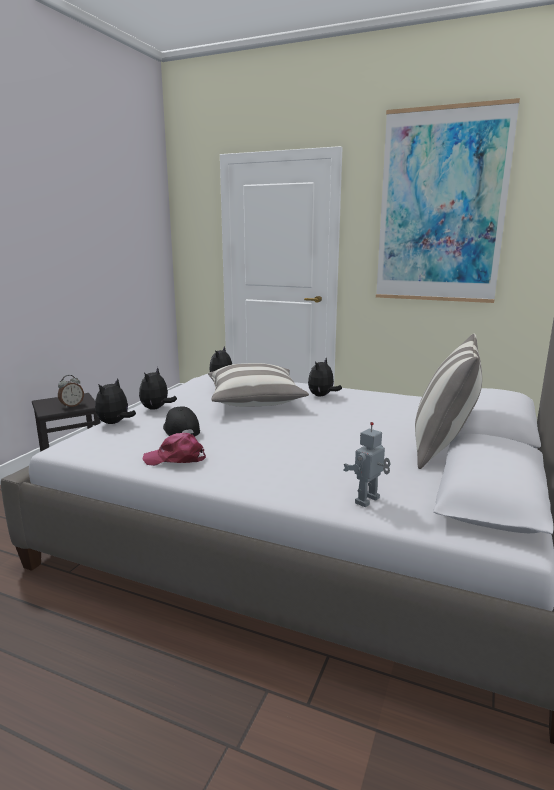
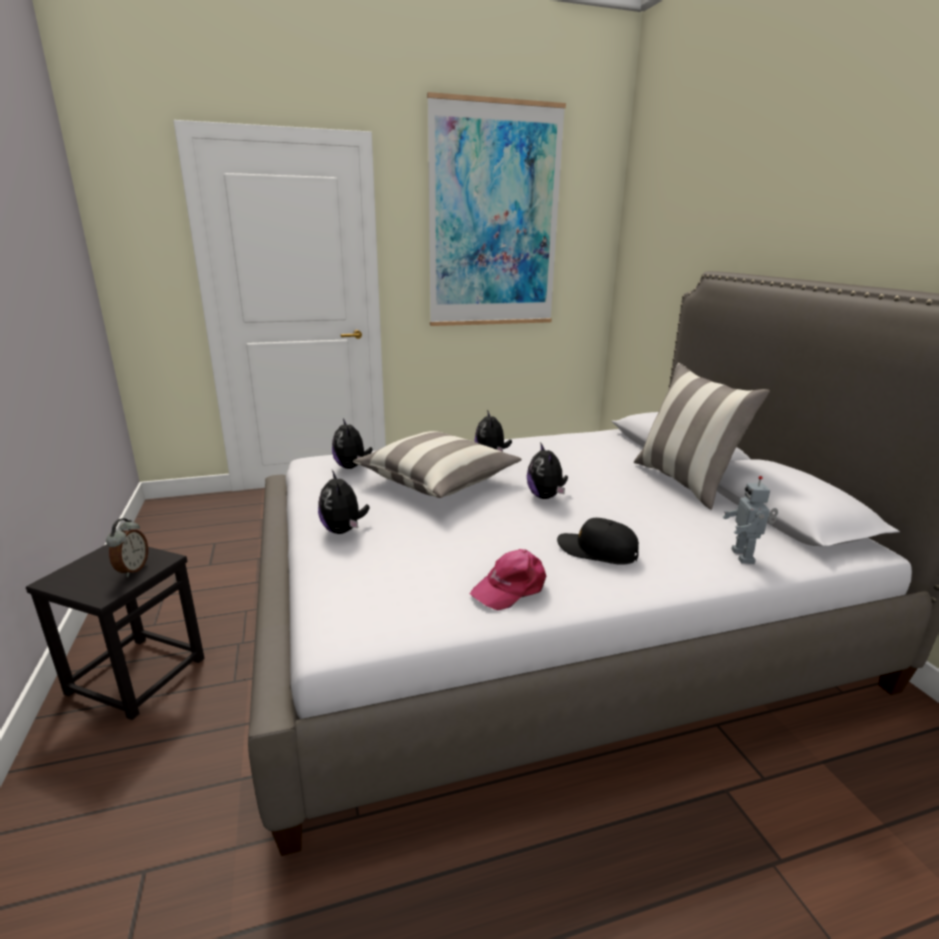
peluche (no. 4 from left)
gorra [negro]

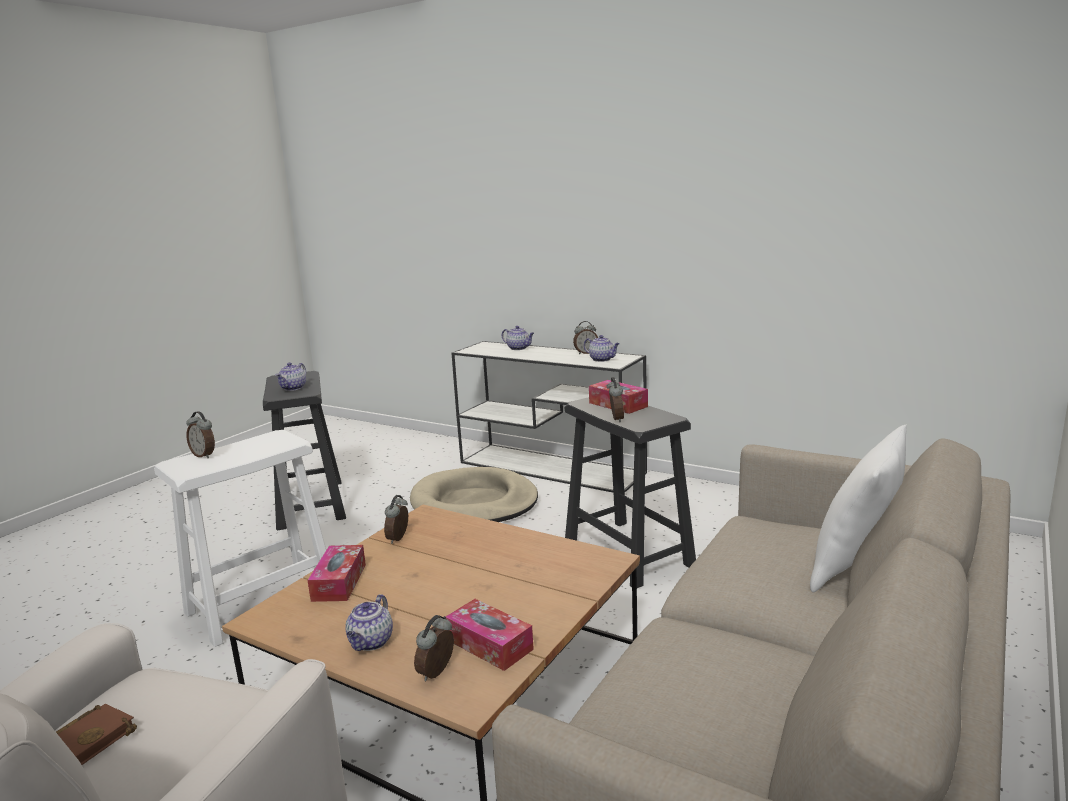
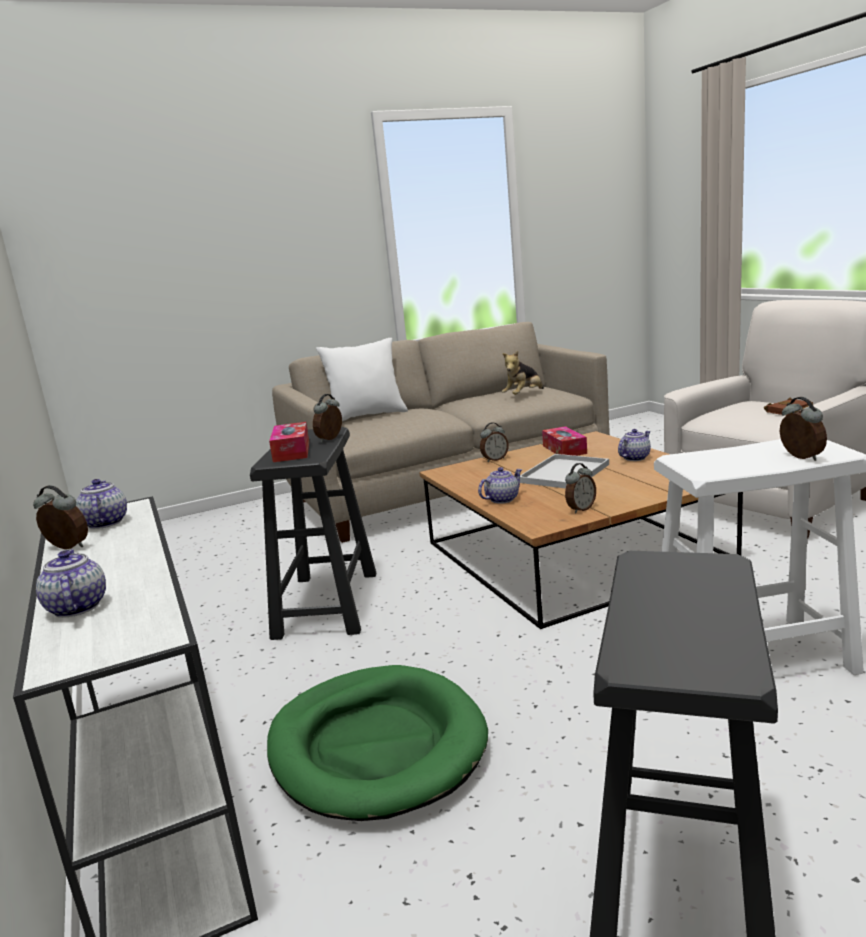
tetera (no. 3 from left)
cama para perro [verde]
caja de pañuelos (no. 1 from left in the first image)
despertador (no. 3 from left)
peluche
bandeja [blanco]

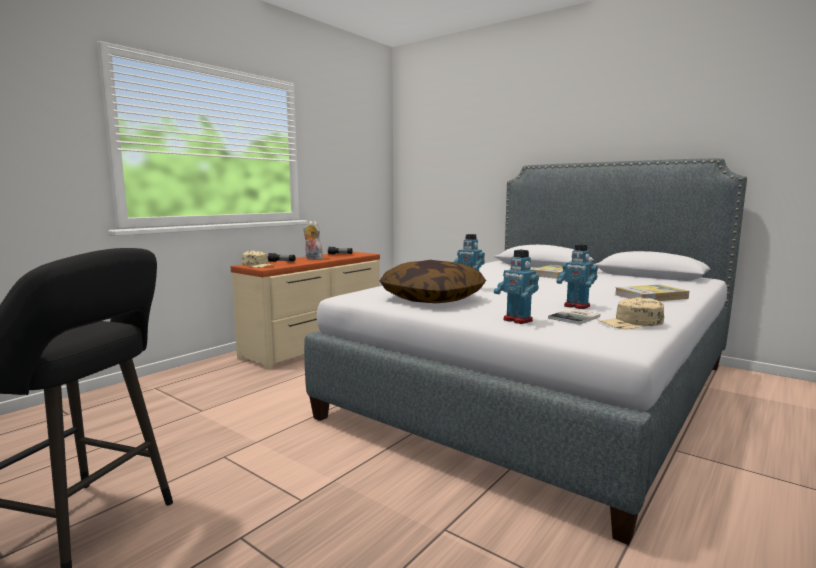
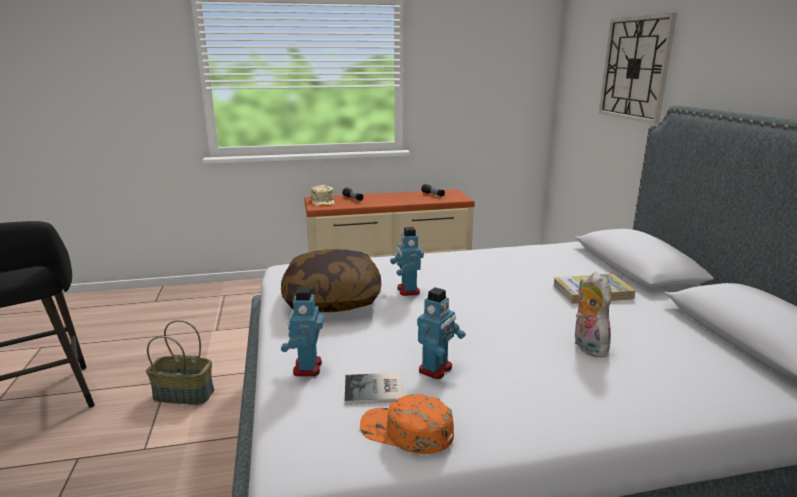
peluche
robot de juguete (no. 3 from left)
libro (no. 3 from left in the first image)
gorra [naranja]
reloj de pared
cesta

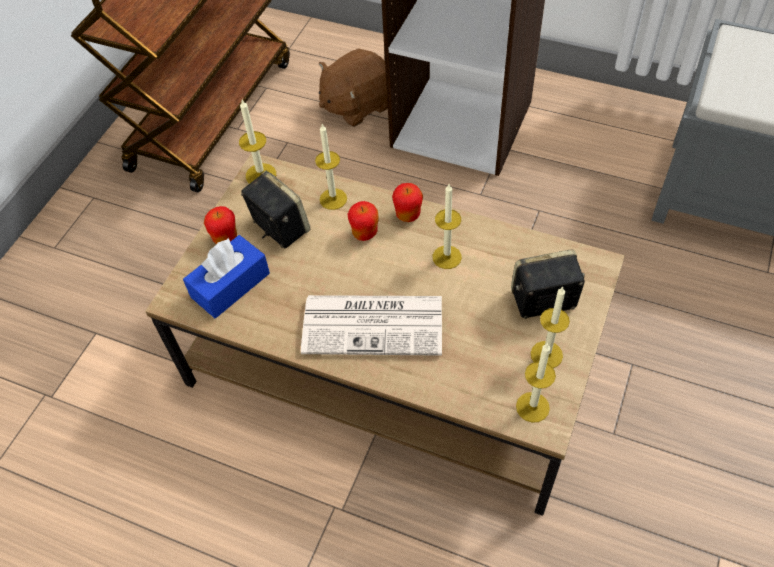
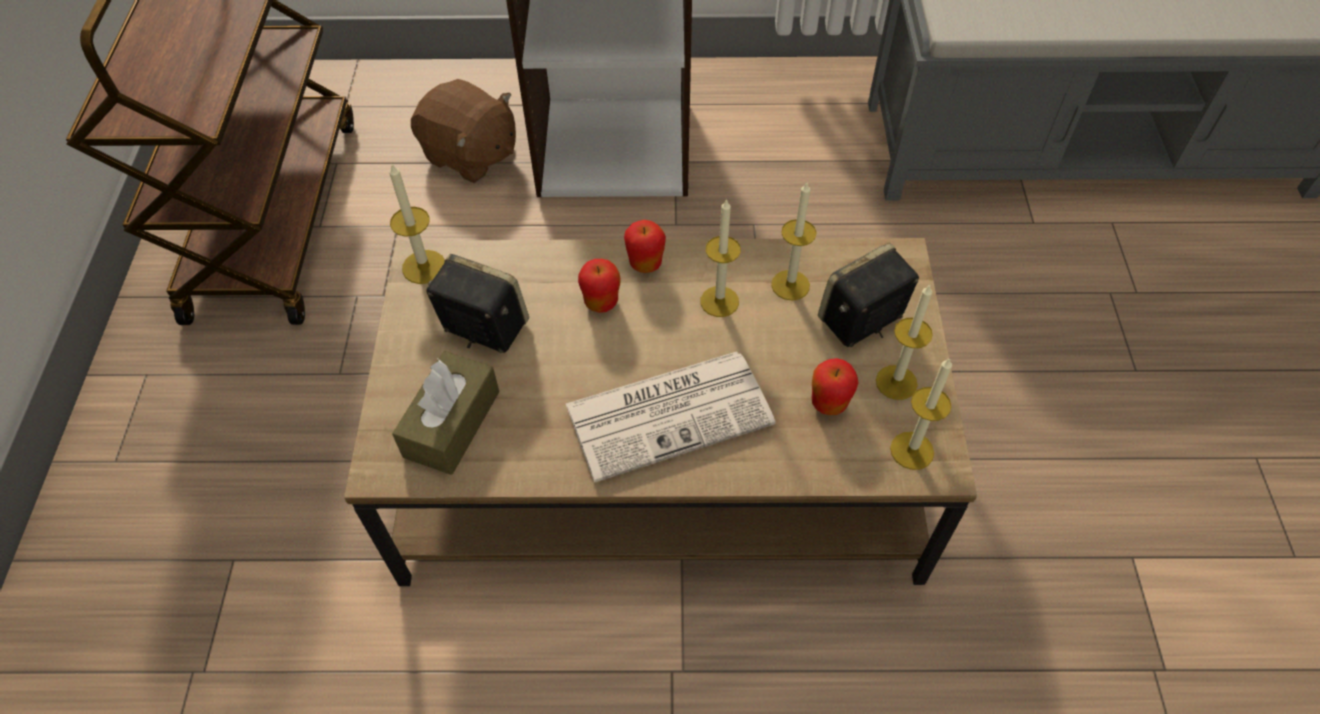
peluche [marrón]
vela (no. 3 from left)
manzana (no. 3 from left)
caja de pañuelos [marrón]

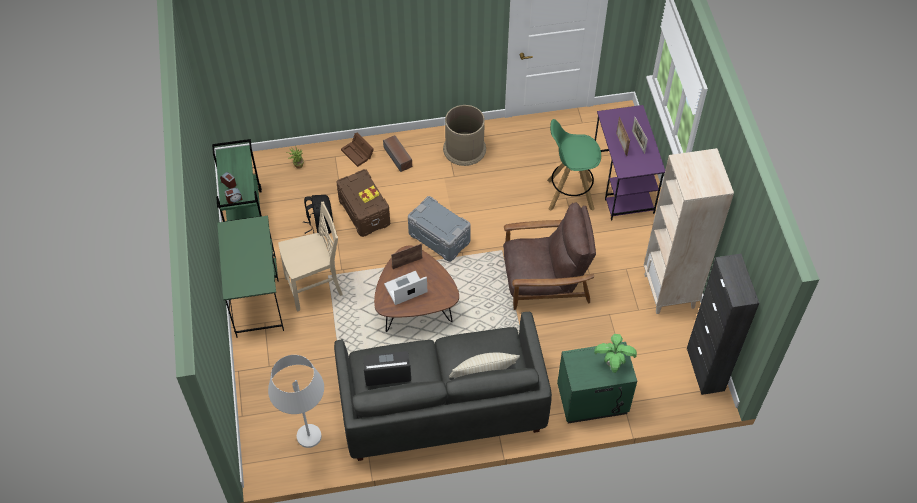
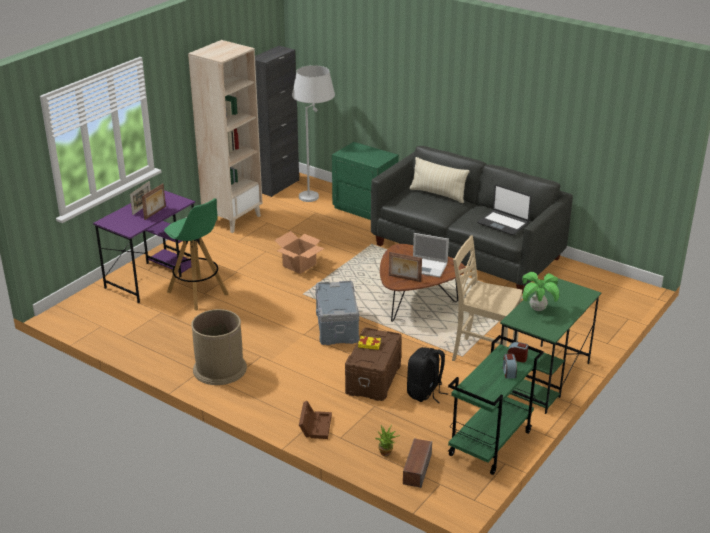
altavoz
caja de cartón
planta en maceta (no. 2 from left)
lámpara de pie [blanco]

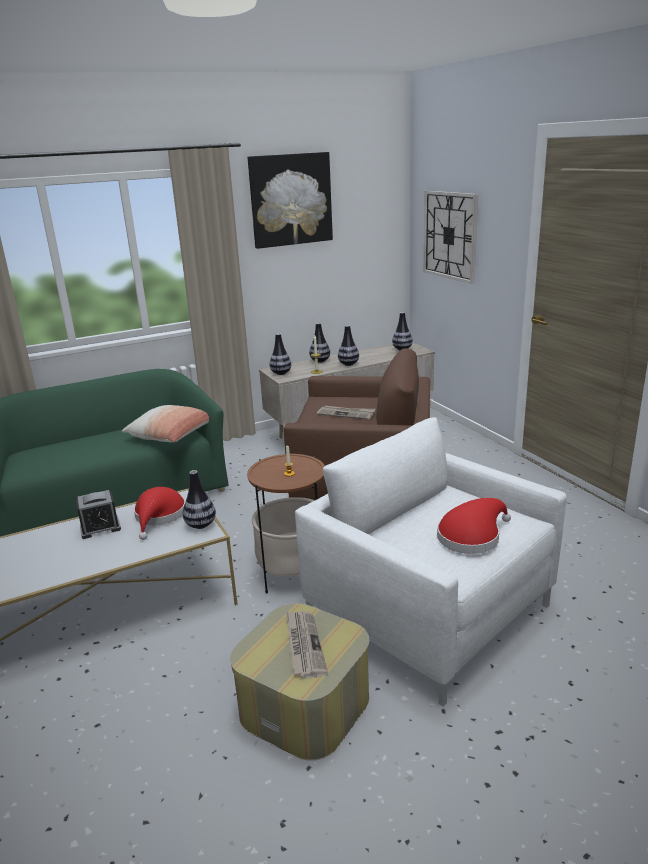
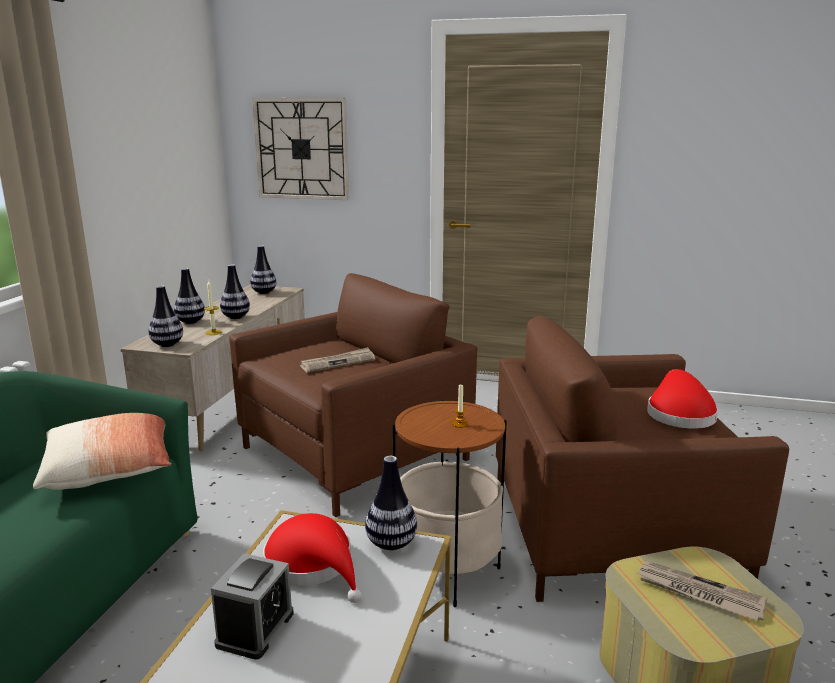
cuadro
sillón [marrón] (no. 2 from left)

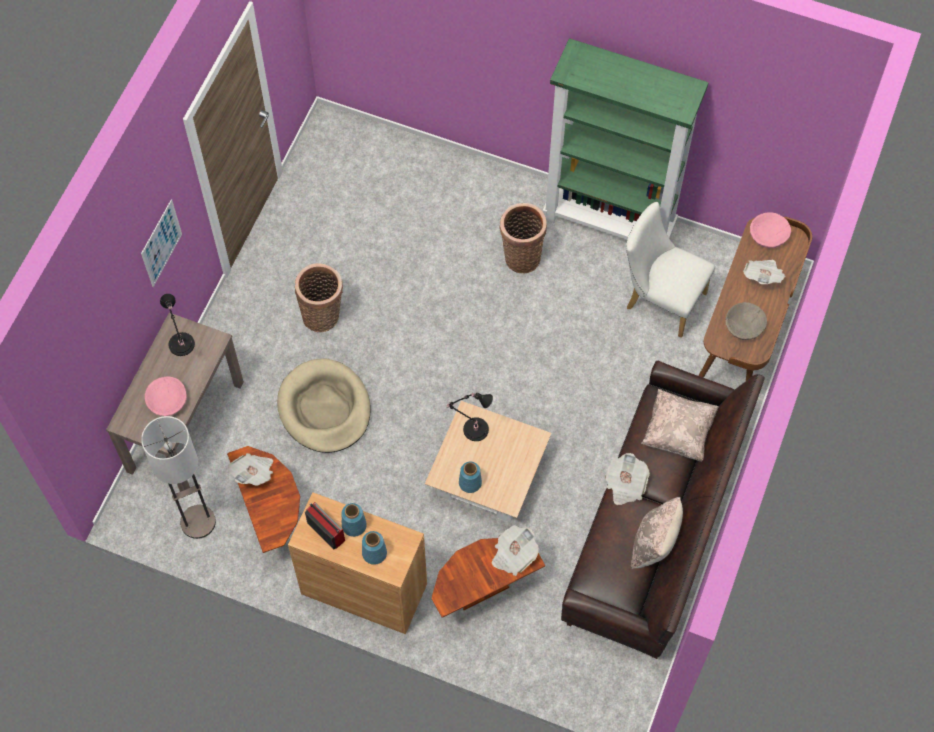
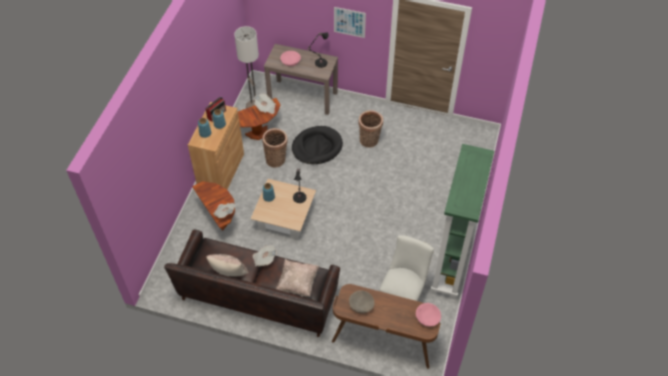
cesta (no. 1 from left)
periódico (no. 4 from left in the first image)
cama para perro [negro]

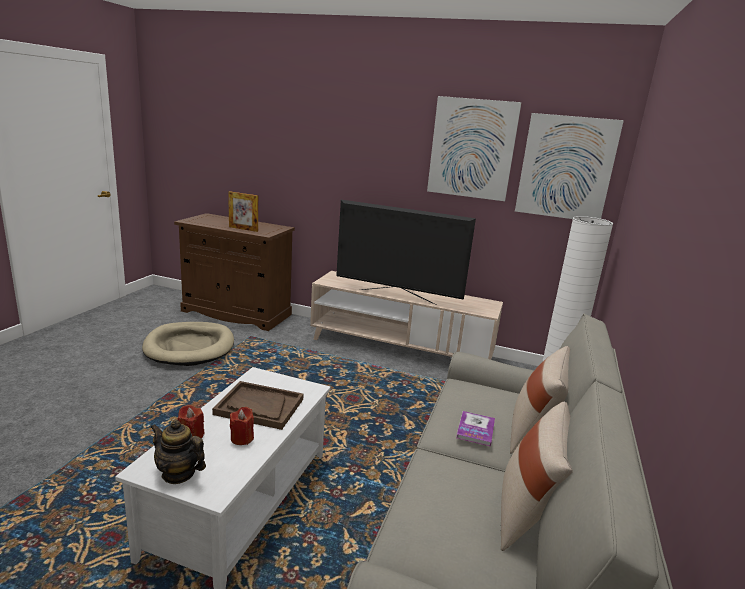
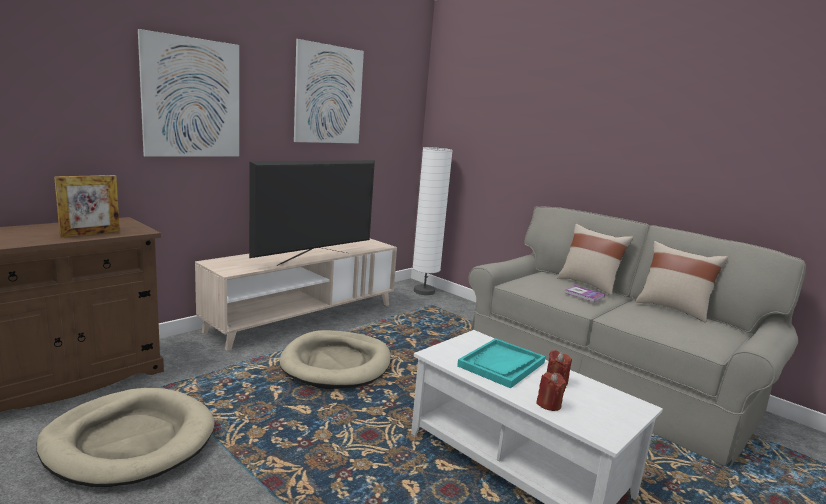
cuadro (no. 1 from left)
bandeja [turquesa]
tetera
cama para perro [beis] (no. 2 from left)

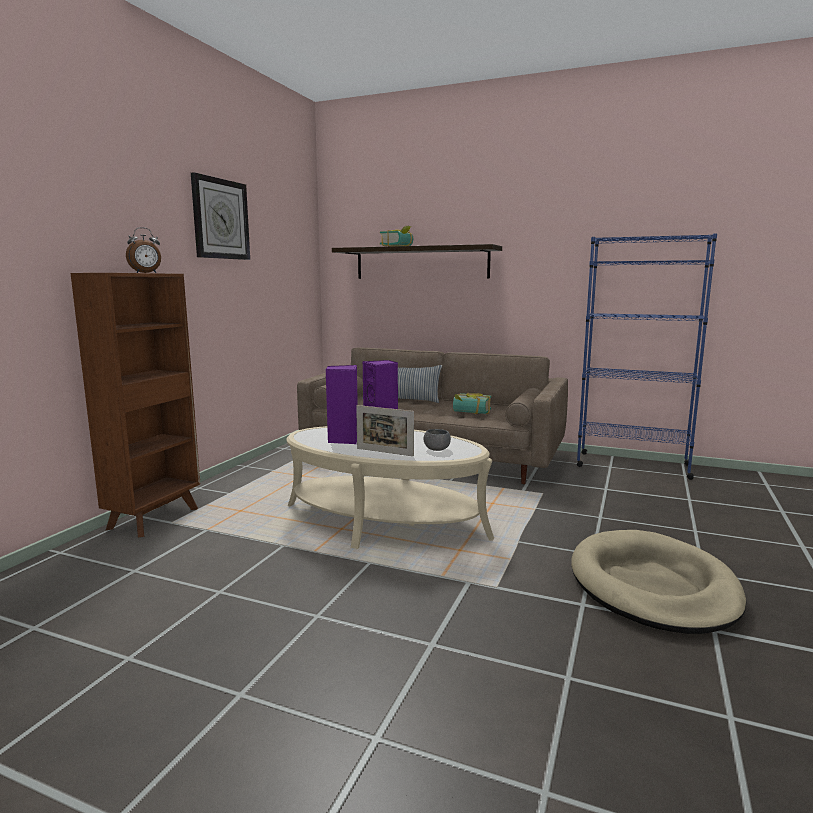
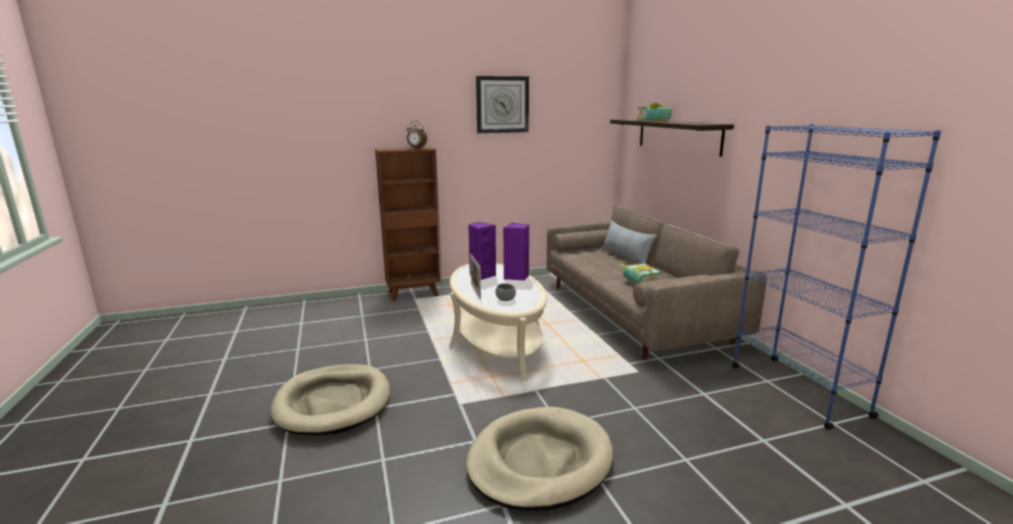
cama para perro [beis] (no. 1 from left)

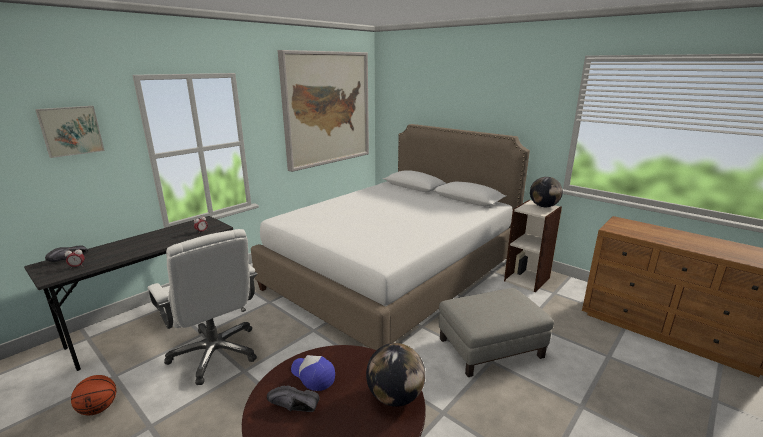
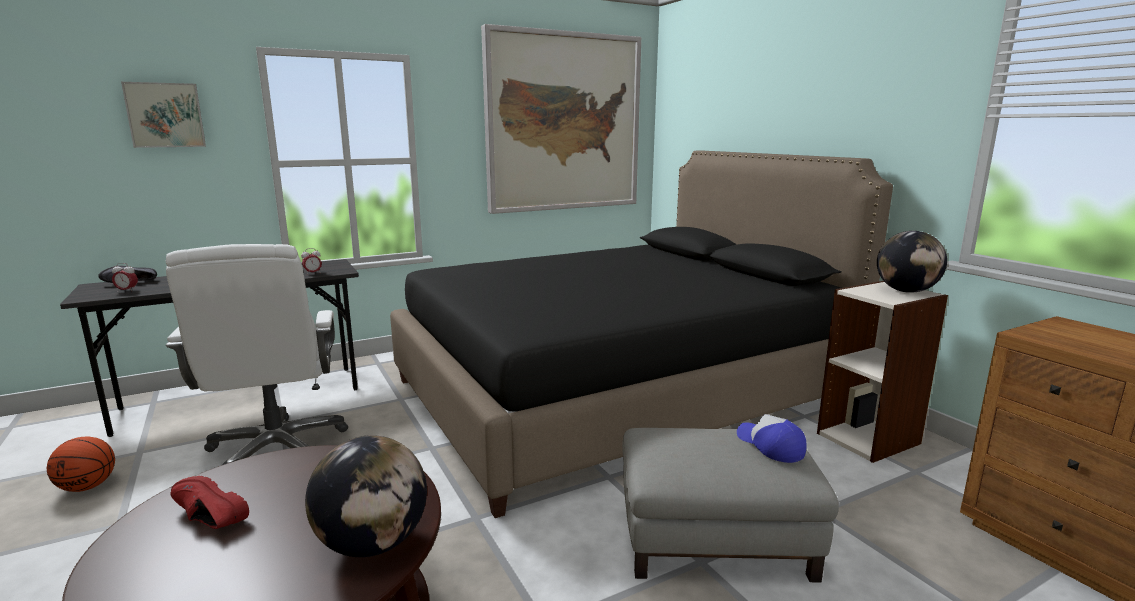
cama [negro]
gorra
zapato [rojo]

